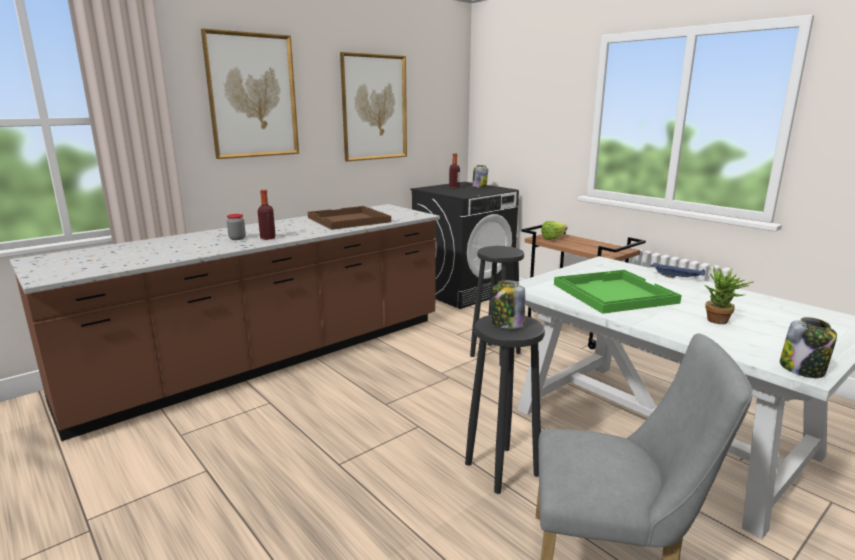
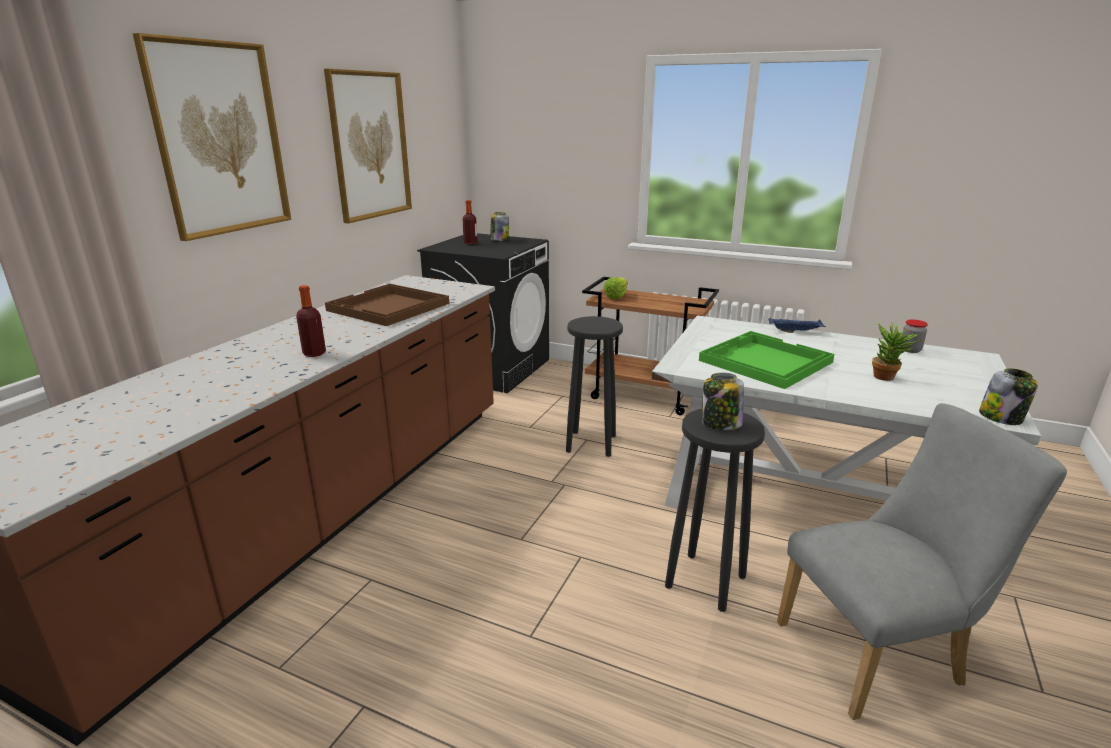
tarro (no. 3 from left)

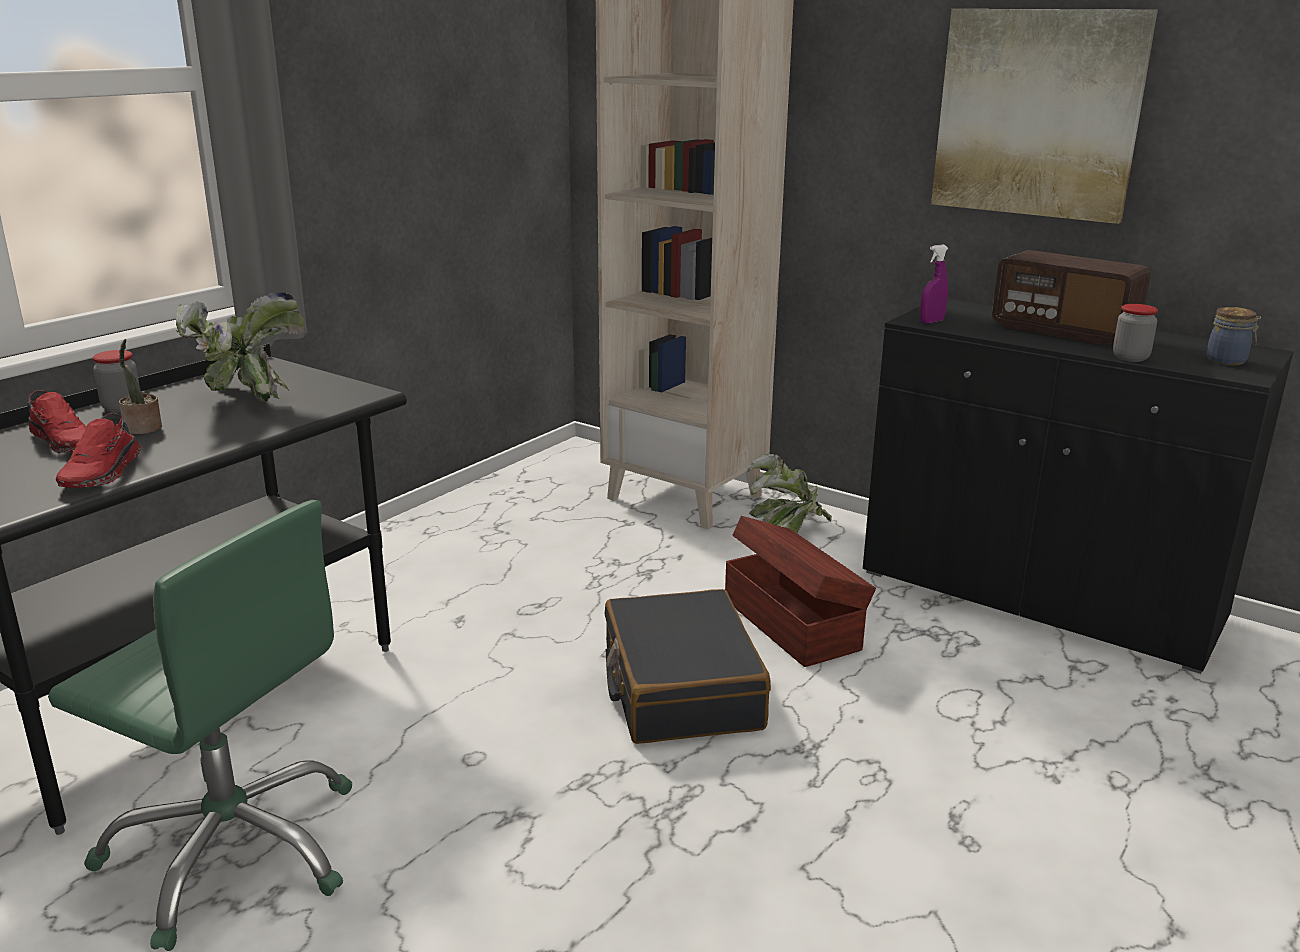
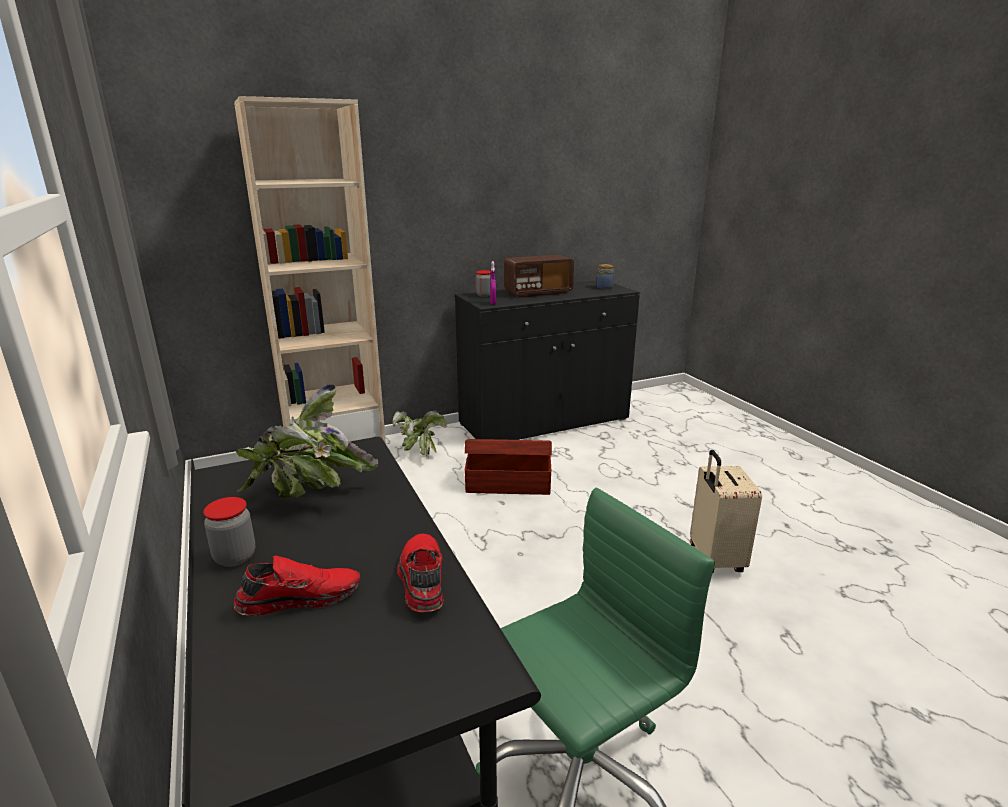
cuadro
tarro (no. 2 from left)
planta en maceta (no. 1 from left in the first image)
zapato [rojo] (no. 2 from left)
maleta [negro]
maleta [beis]

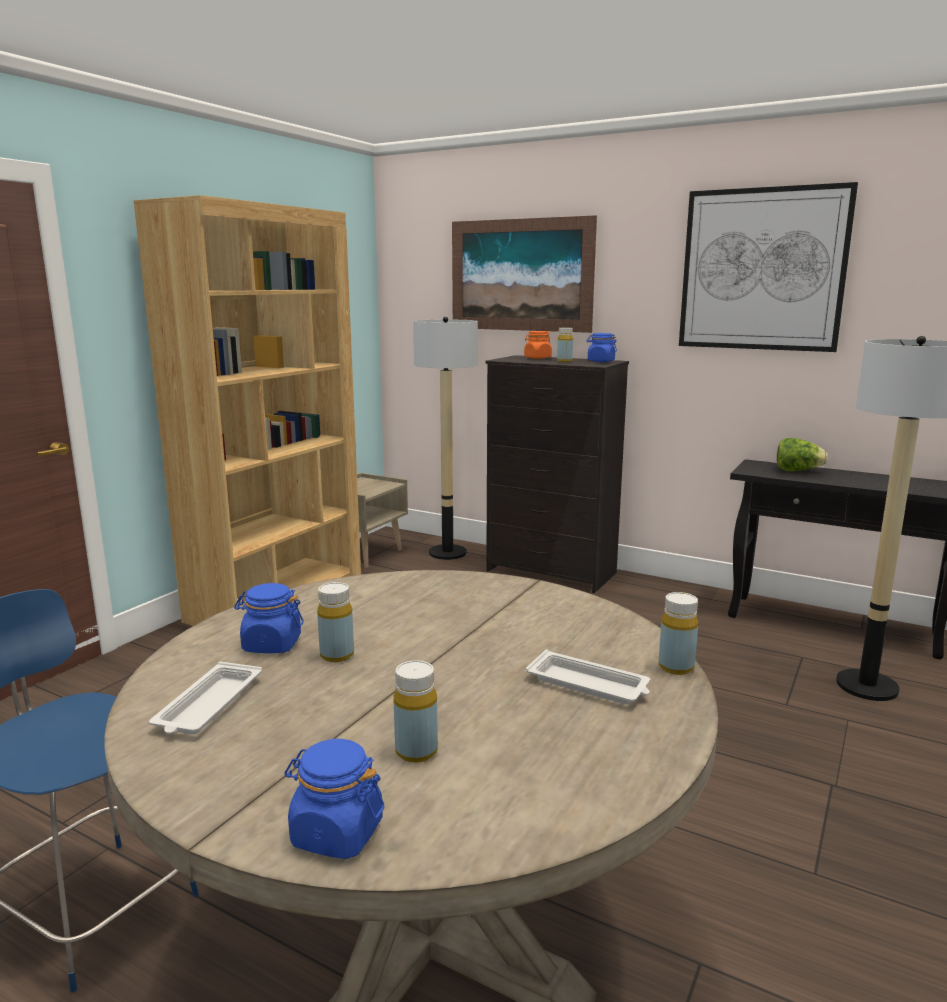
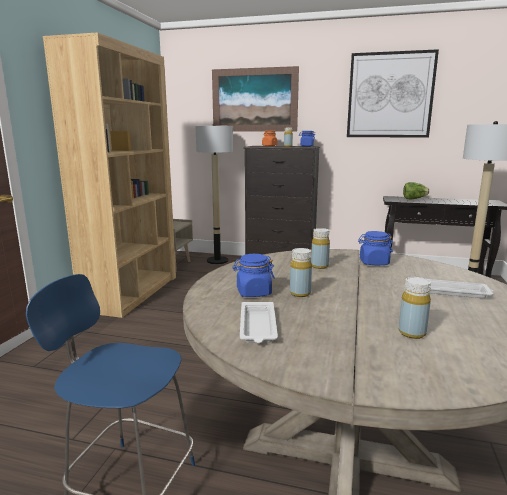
botella [amarillo] (no. 3 from left)
tarro [azul] (no. 3 from left)

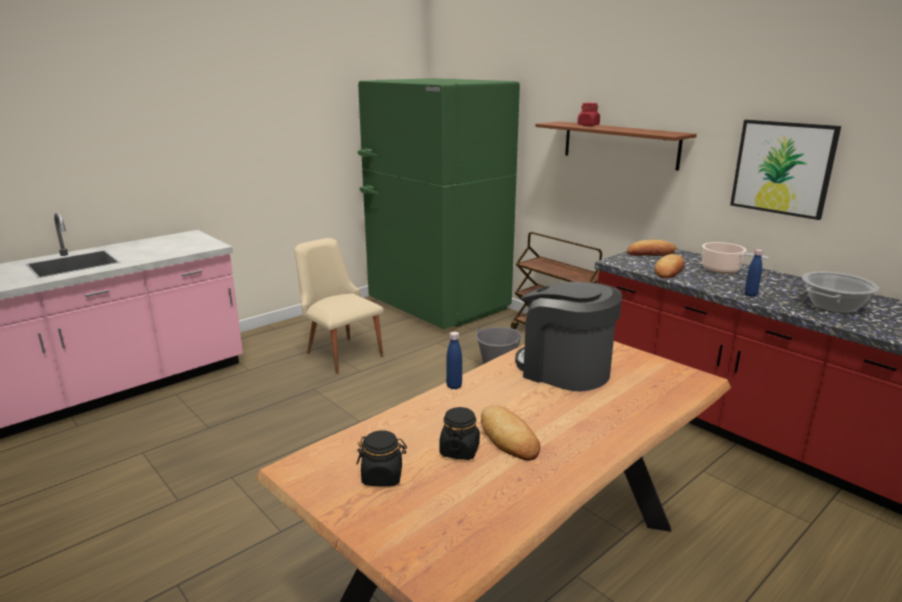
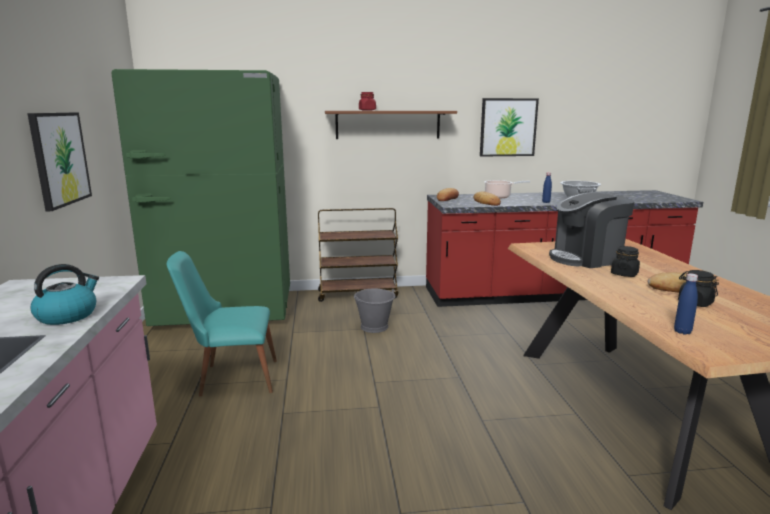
silla [turquesa]
botella [azul] (no. 2 from left)
tarro [negro] (no. 1 from left)
cuadro (no. 1 from left)
hervidor

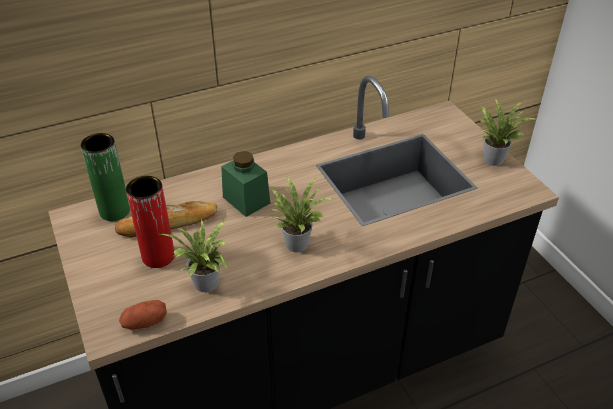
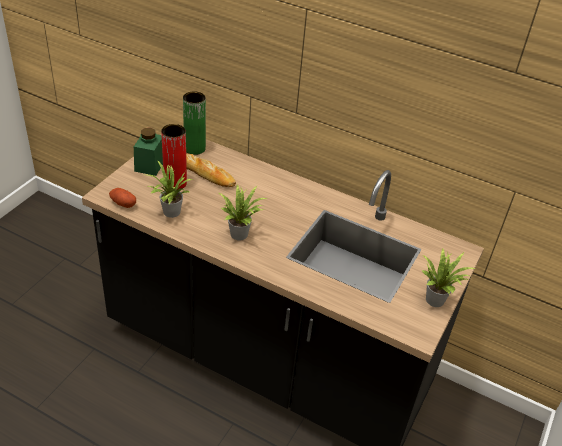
tarro [verde]

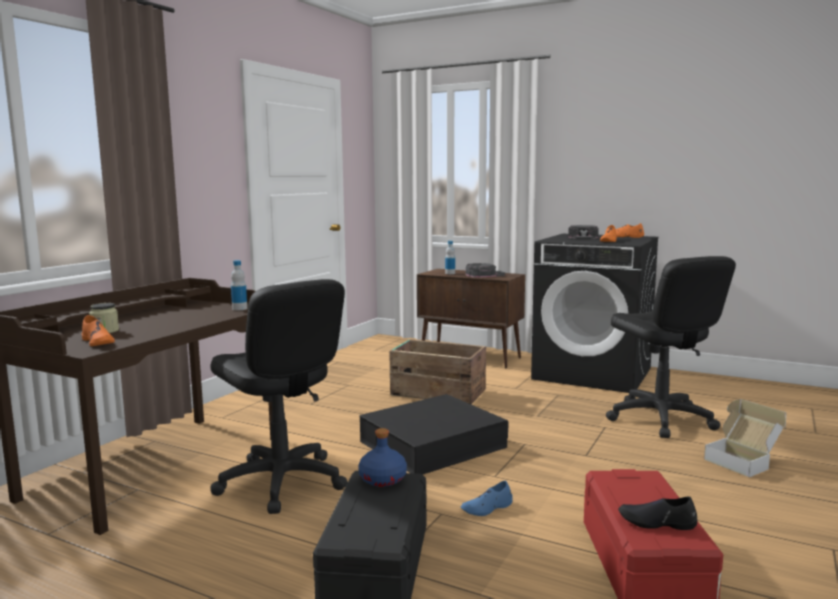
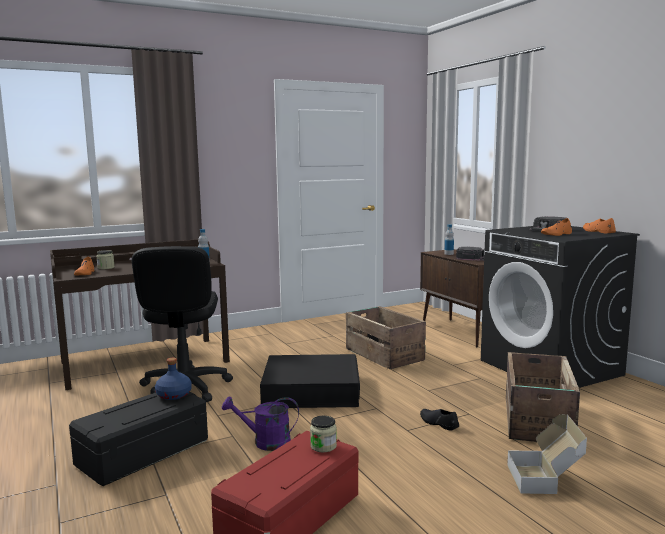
caja de embalaje (no. 2 from left)
regadera [morado]
zapato [negro]
tarro (no. 2 from left)

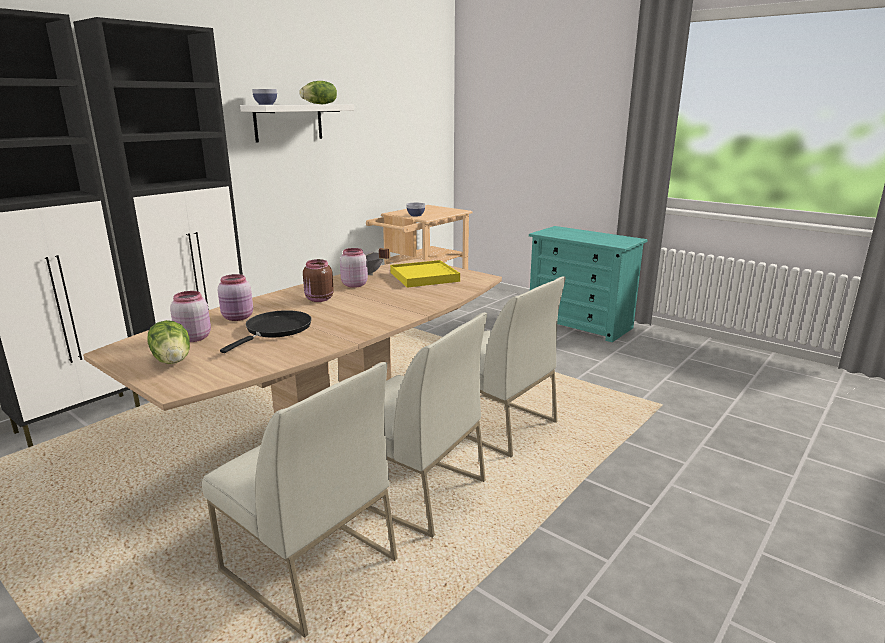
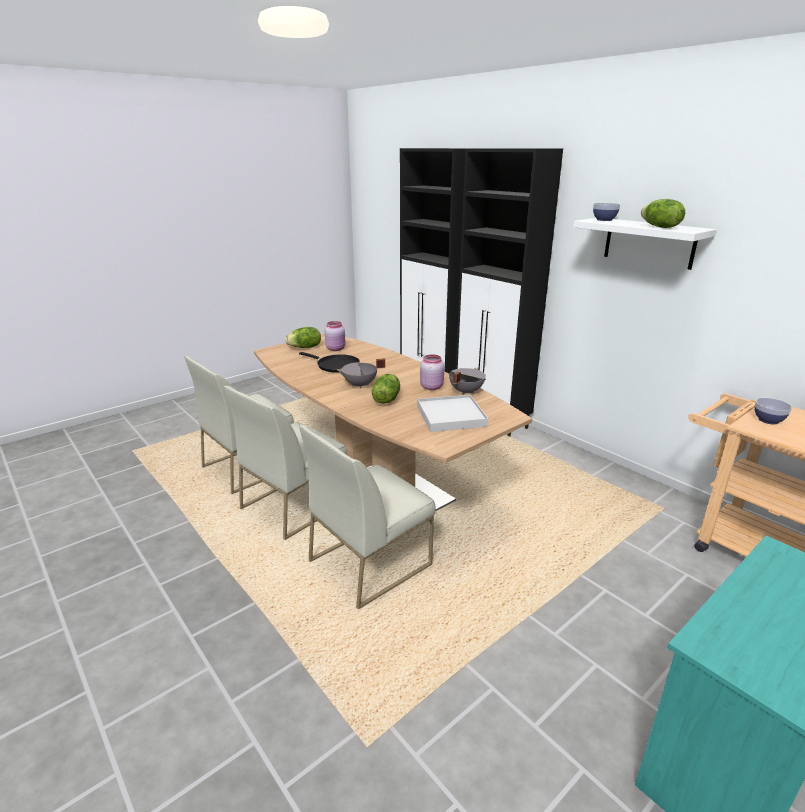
tarro [marrón]
bandeja [blanco]
tarro [rosa] (no. 2 from left in the first image)
olla [gris] (no. 1 from left)
lechuga (no. 2 from left)

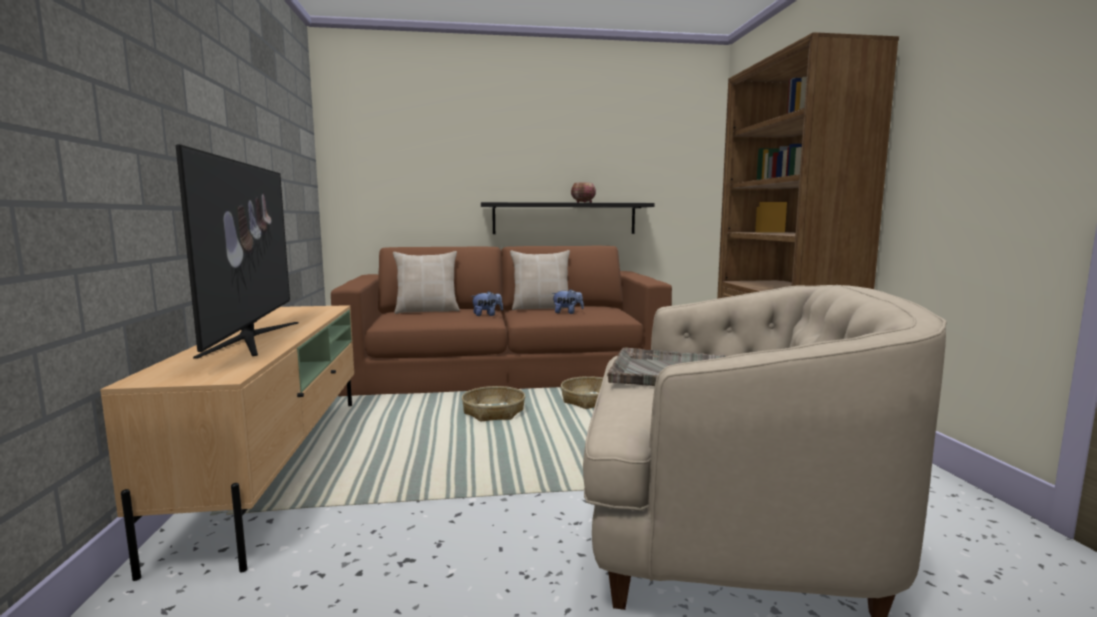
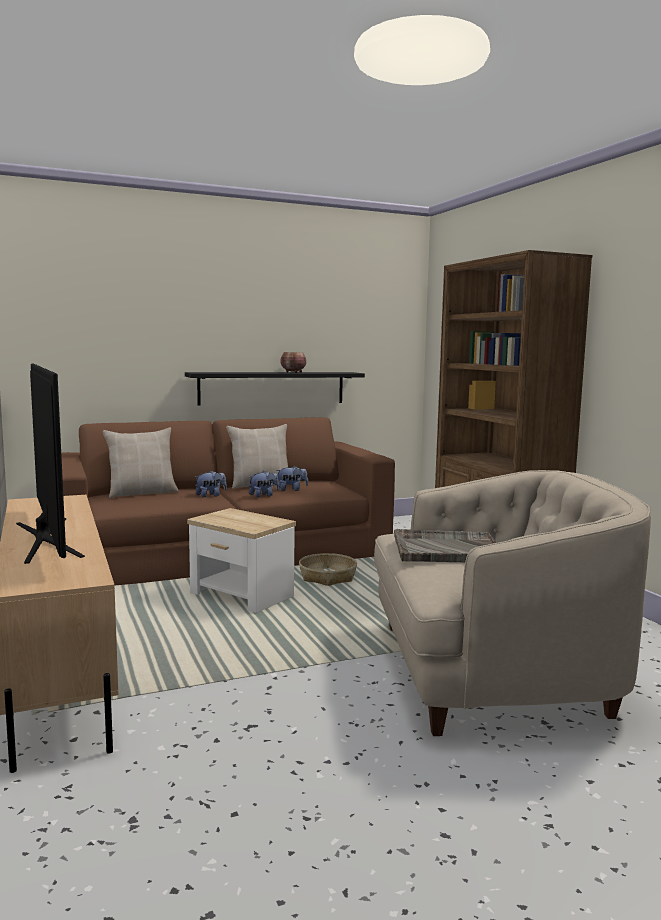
mesa auxiliar
peluche (no. 2 from left)

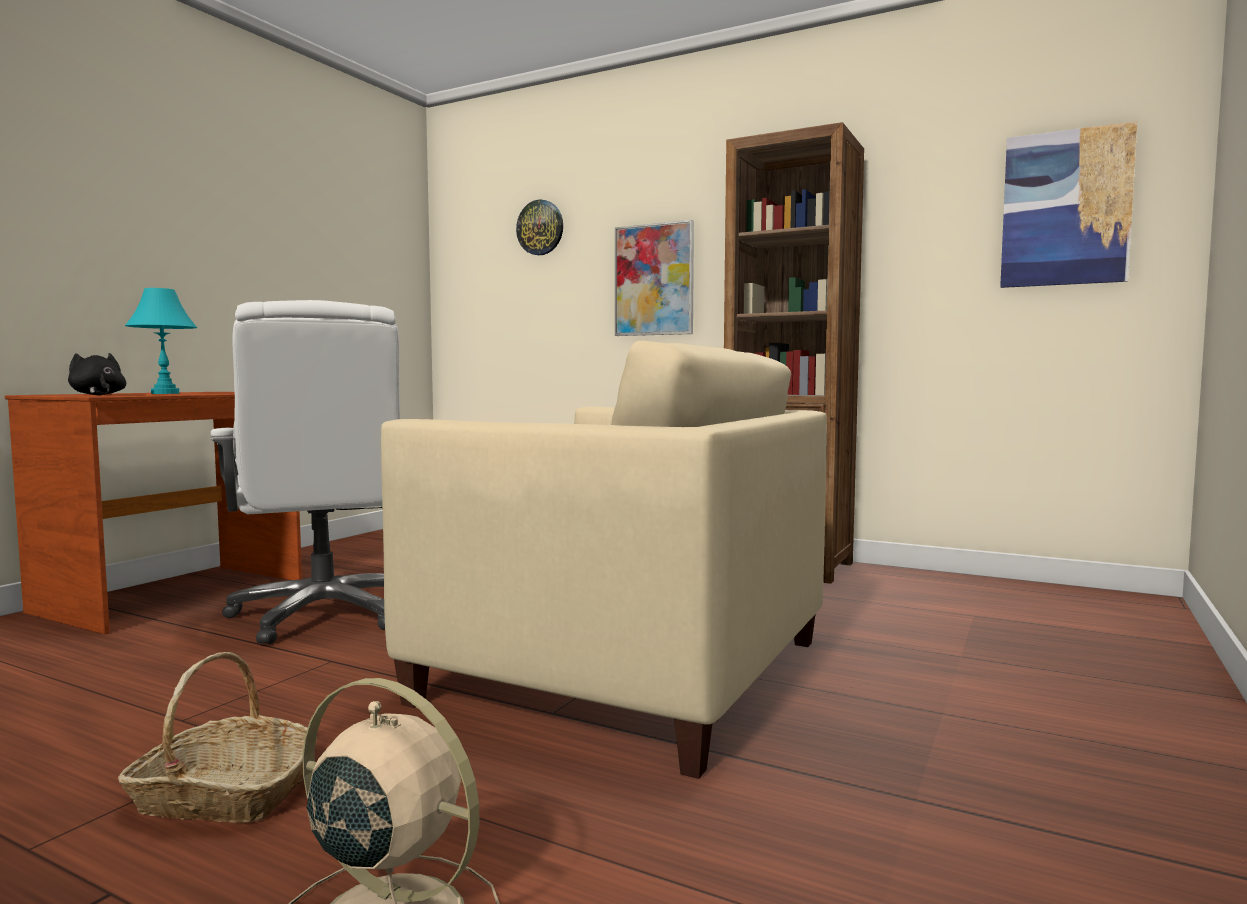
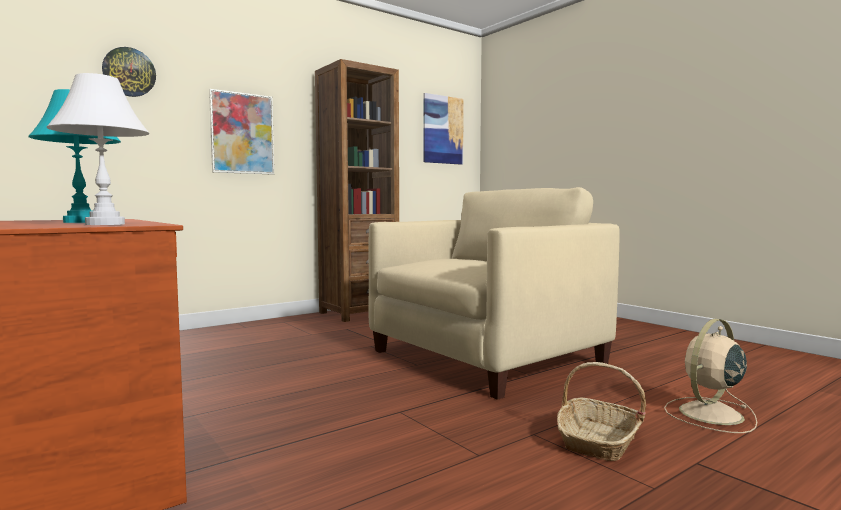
silla de oficina [blanco]
lámpara de mesa [blanco]

